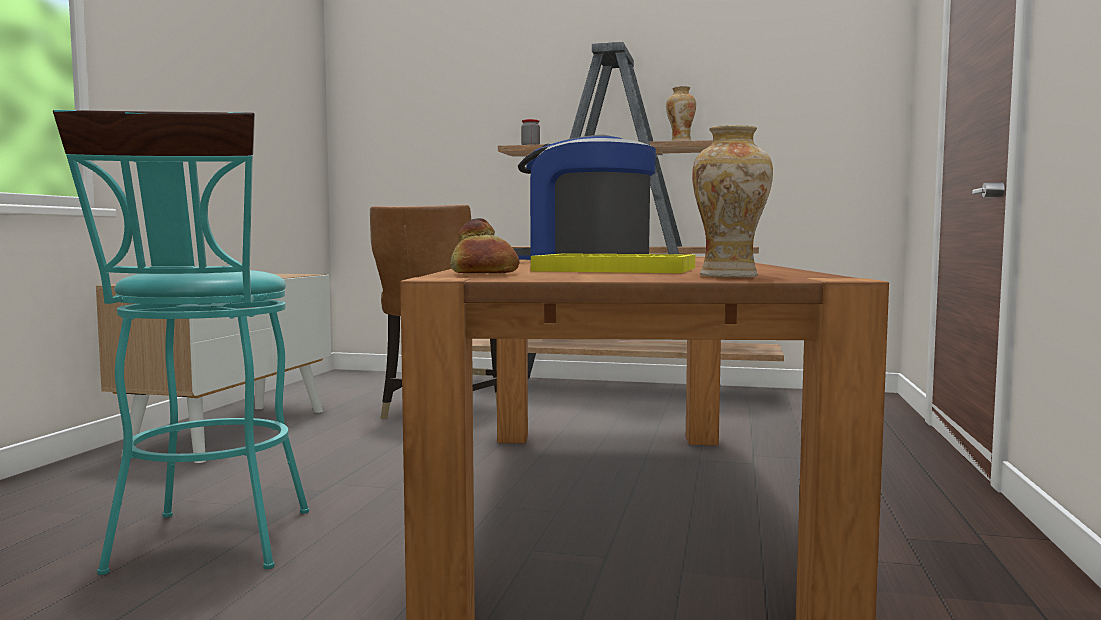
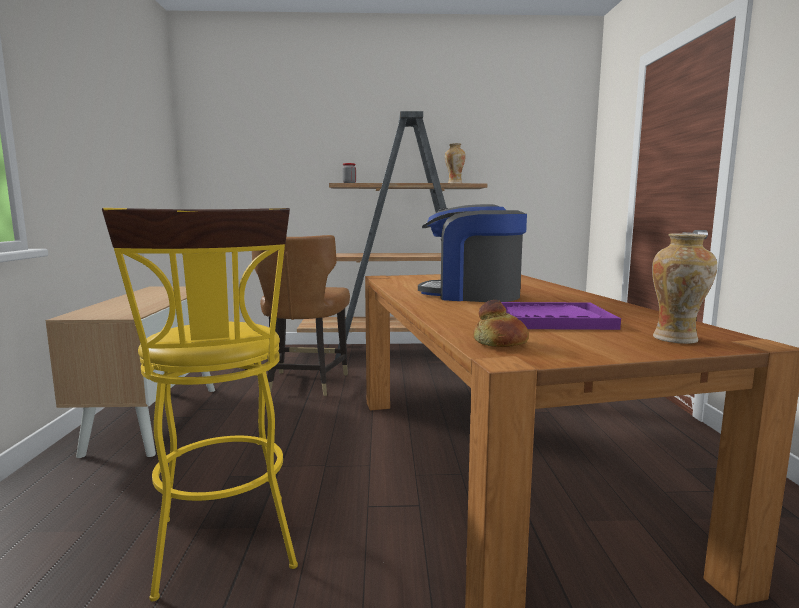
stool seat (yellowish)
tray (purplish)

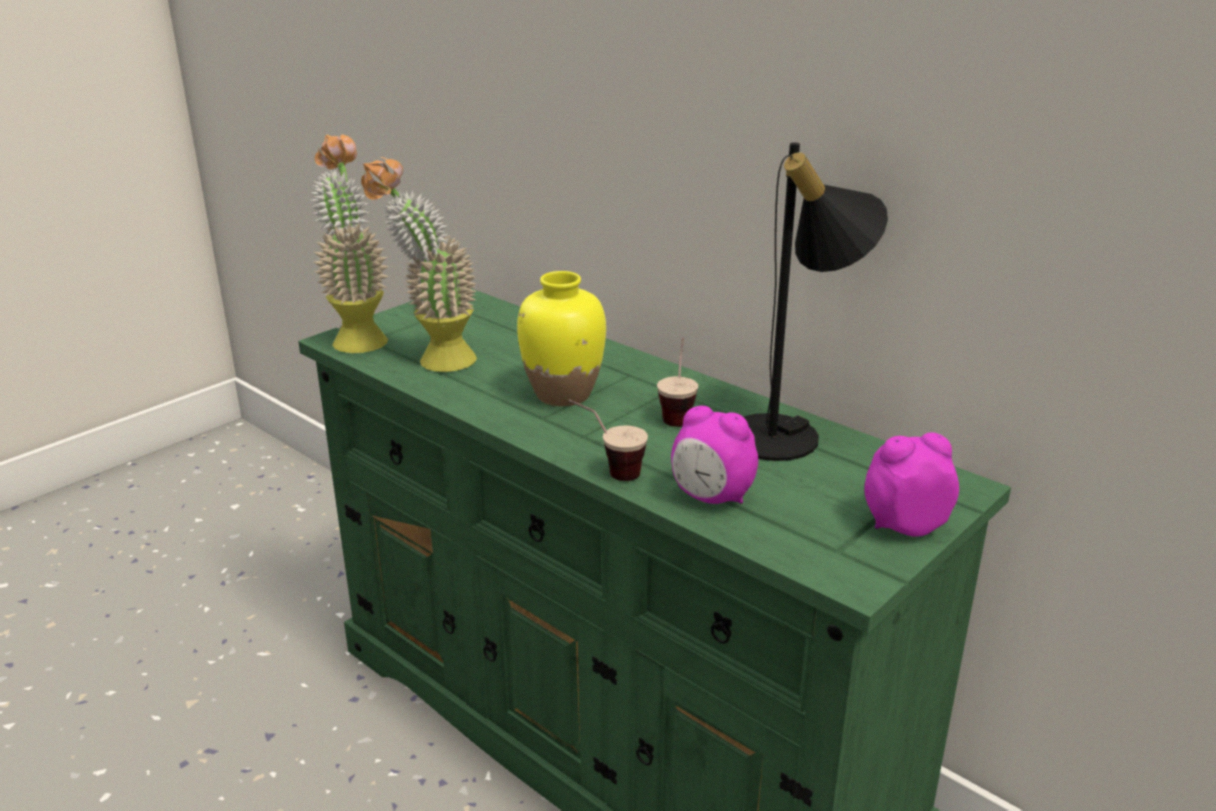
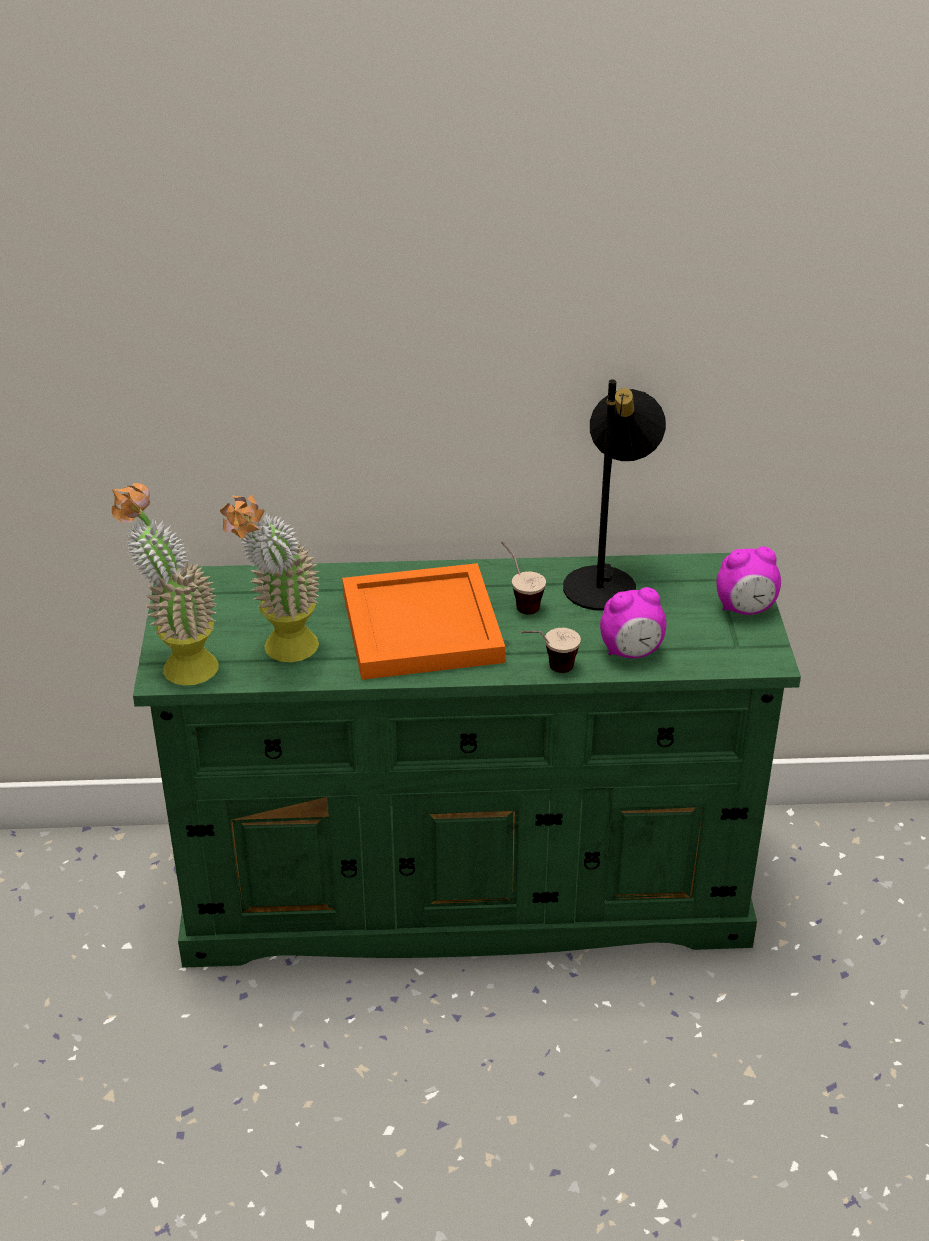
tray (orangey)
bedside clock (2nd from left)

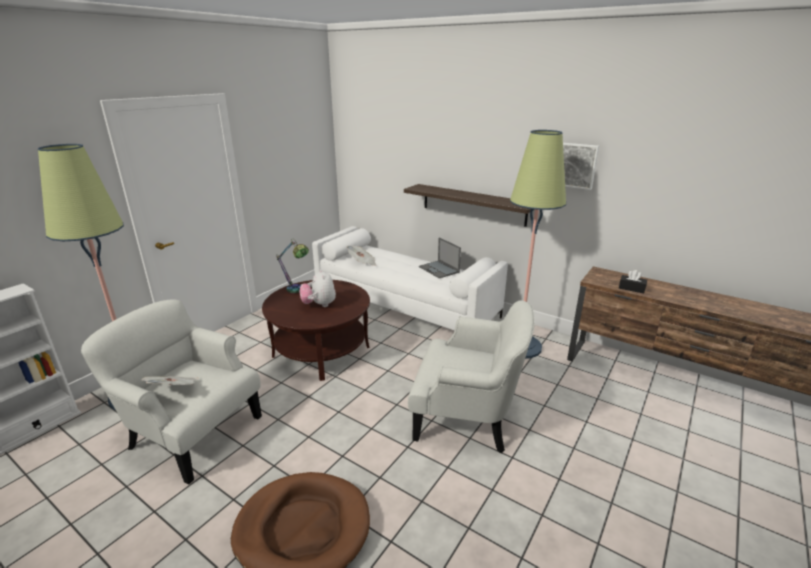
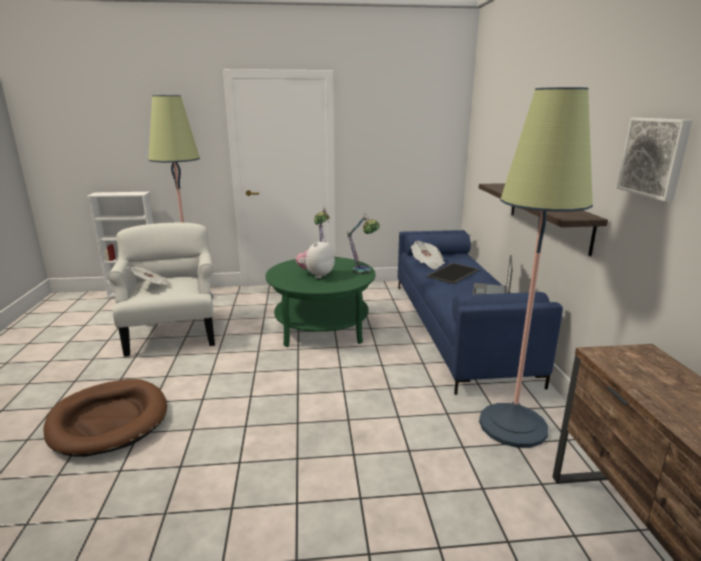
coffee table (green-coloured)
lamp for a table (2nd from left)
settee (blue)
tray
armchair (whitish) (2nd from left in the first image)
tissue box (blackish)

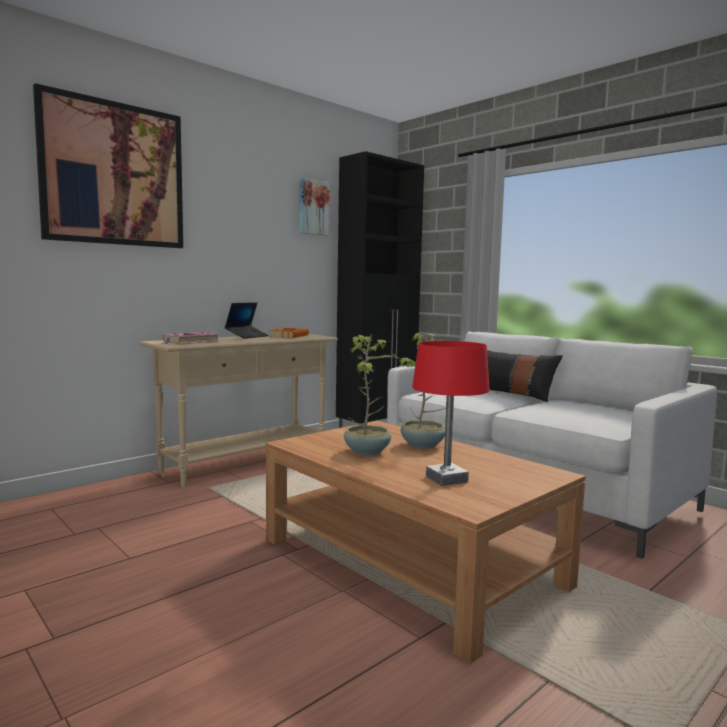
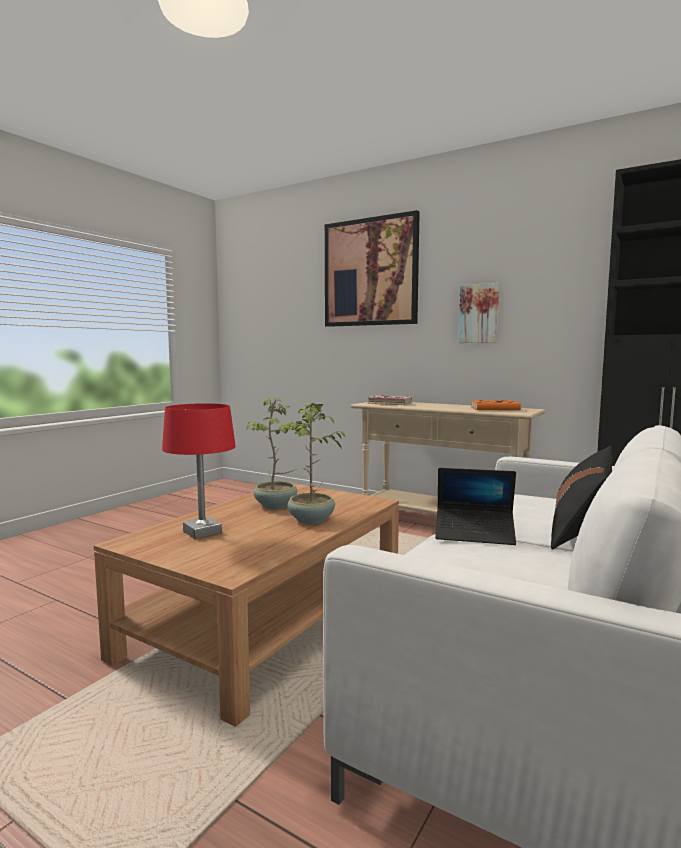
notebook computer
picture (2nd from left)

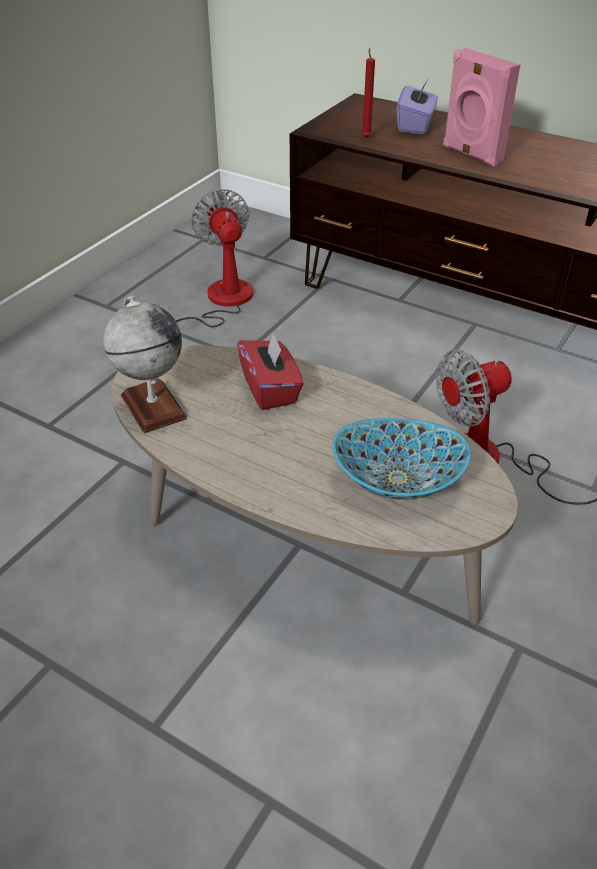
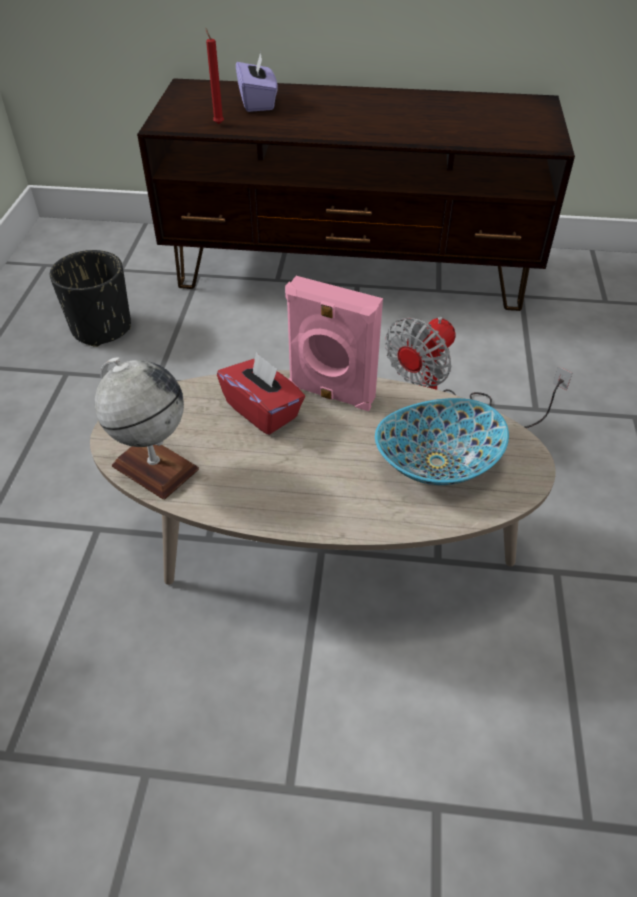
plant pot (blackish)
loudspeaker (pinkish)

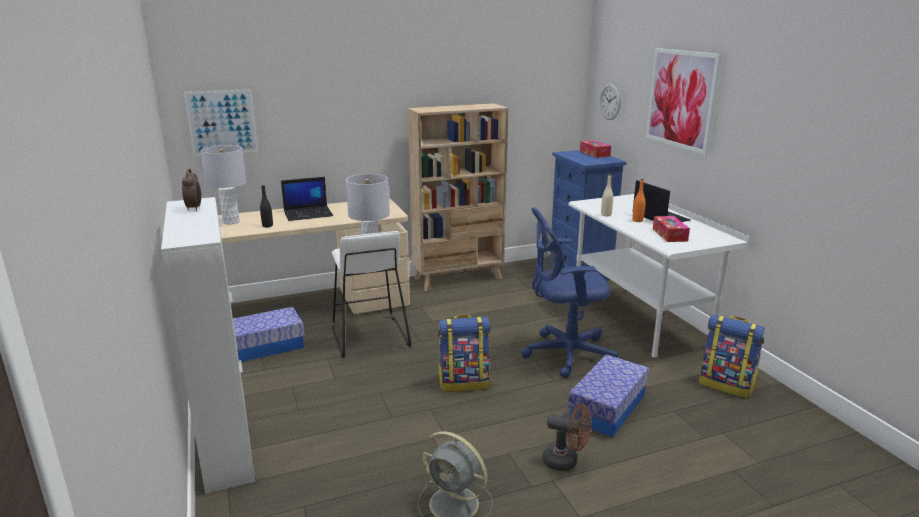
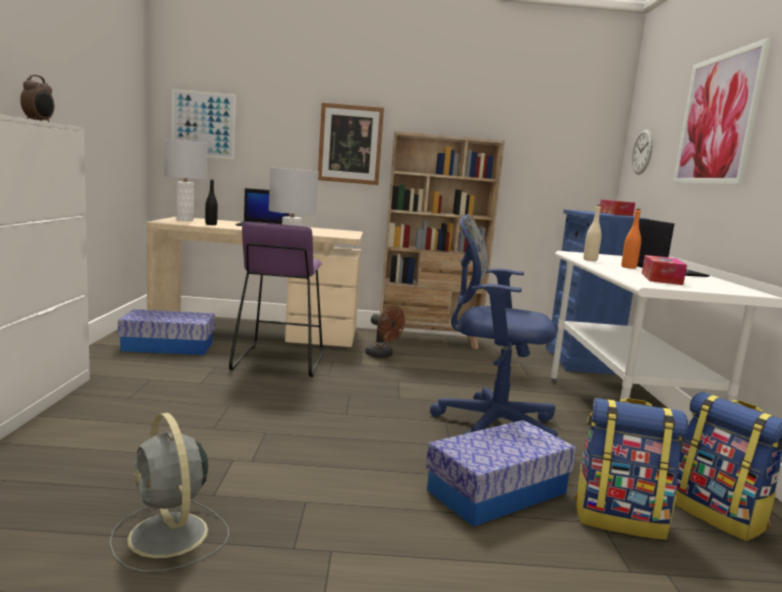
stool seat (purplish)
picture (2nd from left)
electric fan (brown-coloured)
rucksack (1st from left)

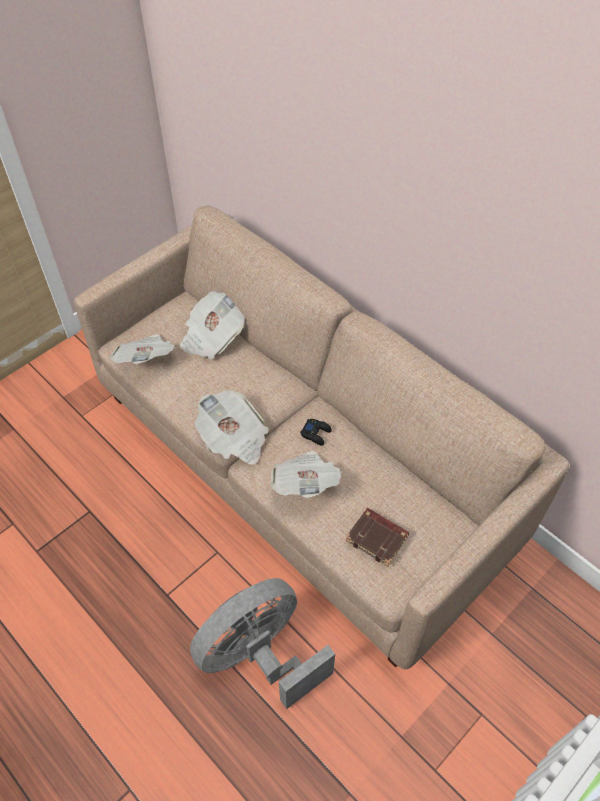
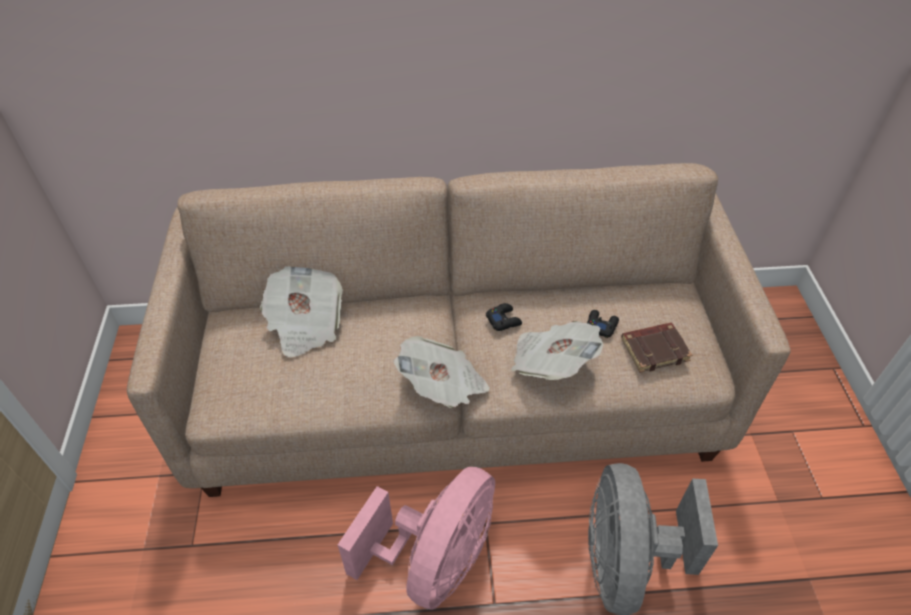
electric fan (pinkish)
game controller (blackish) (2nd from left)
newspaper (1st from left in the first image)

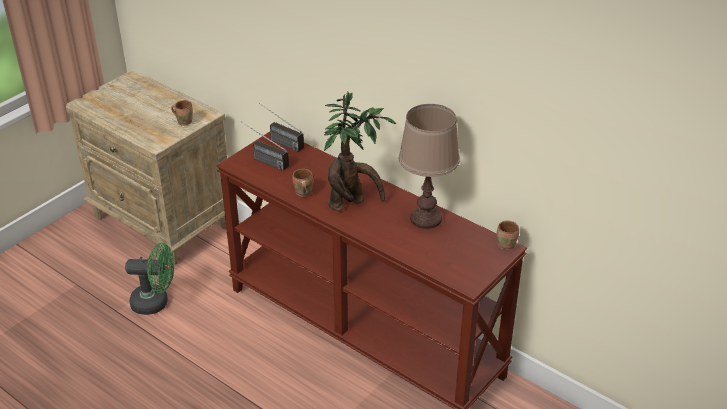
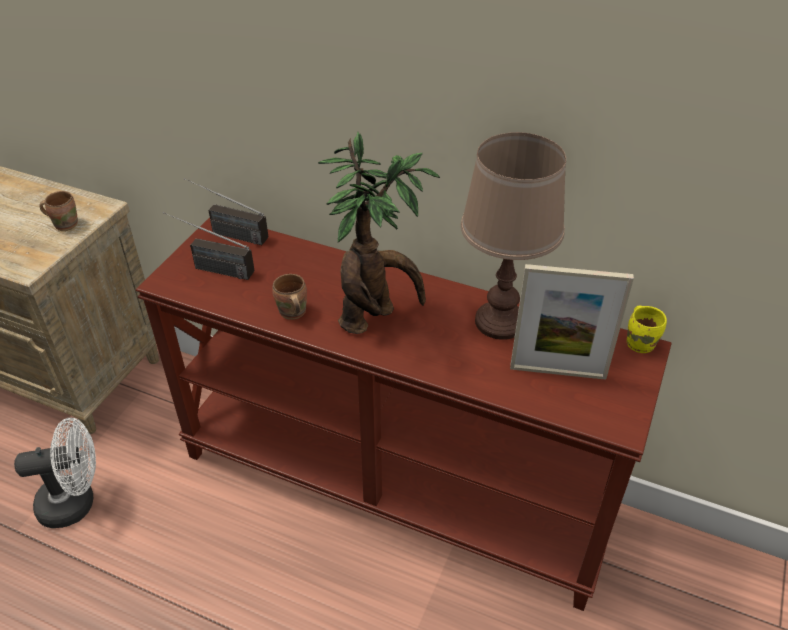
electric fan (whitish)
picture frame
tea mug (yellowish)

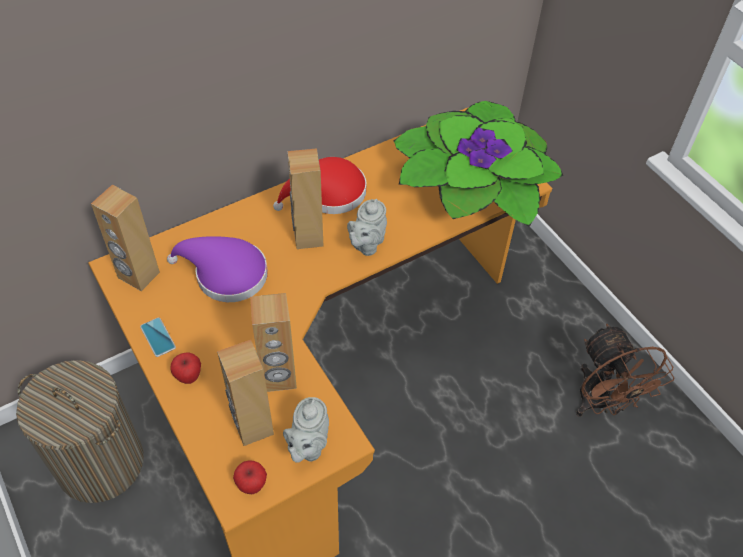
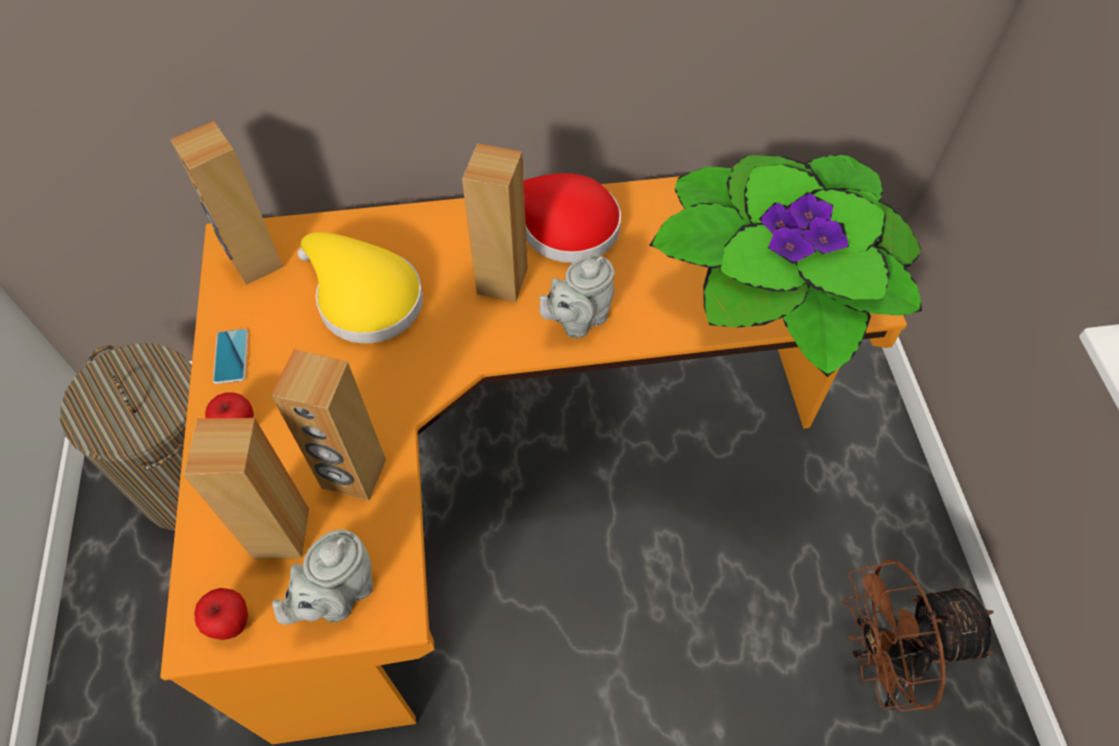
hat (yellowish)
electric fan (brown-coloured)

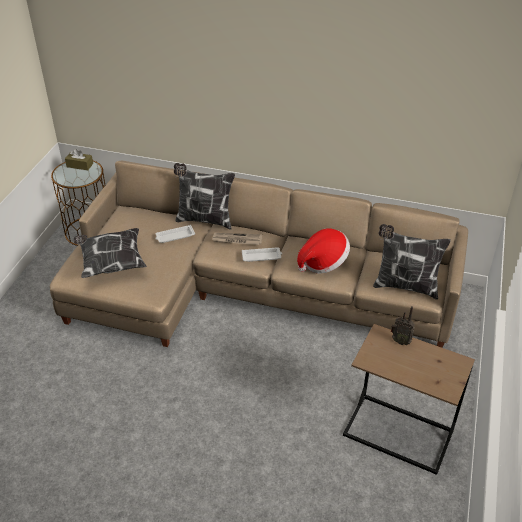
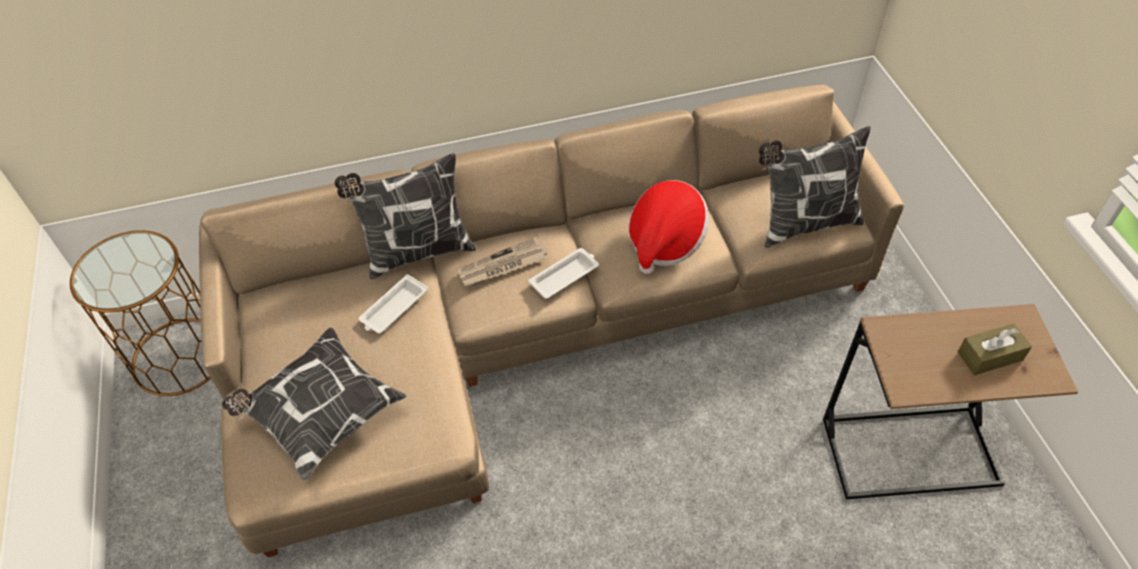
tissue box (brown-coloured)
radio

